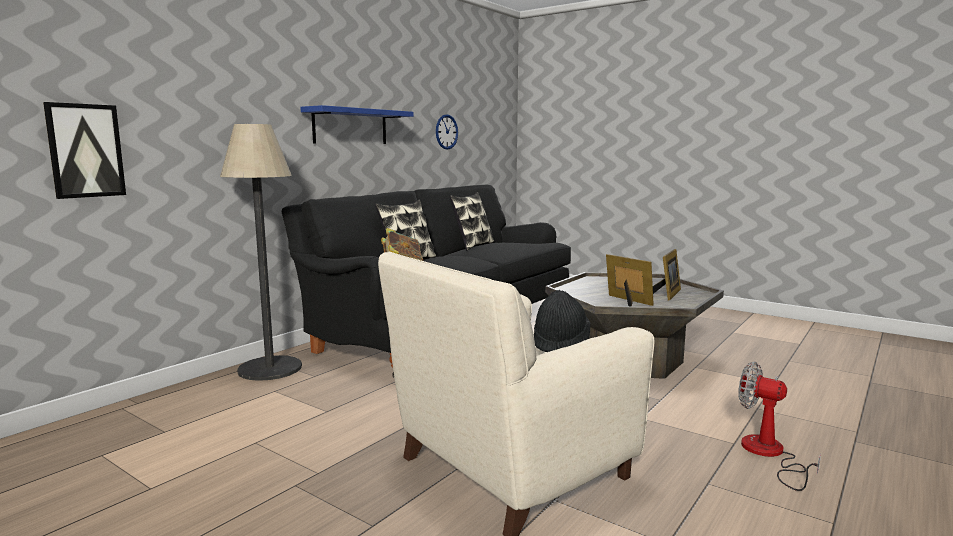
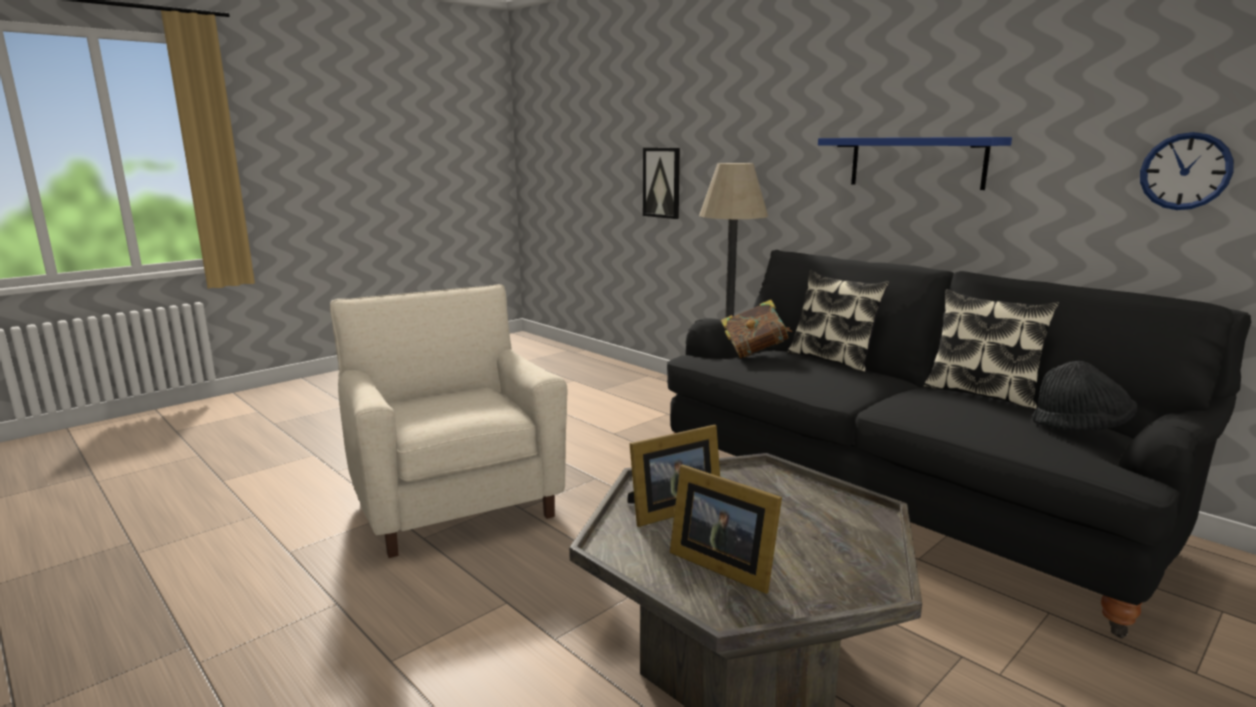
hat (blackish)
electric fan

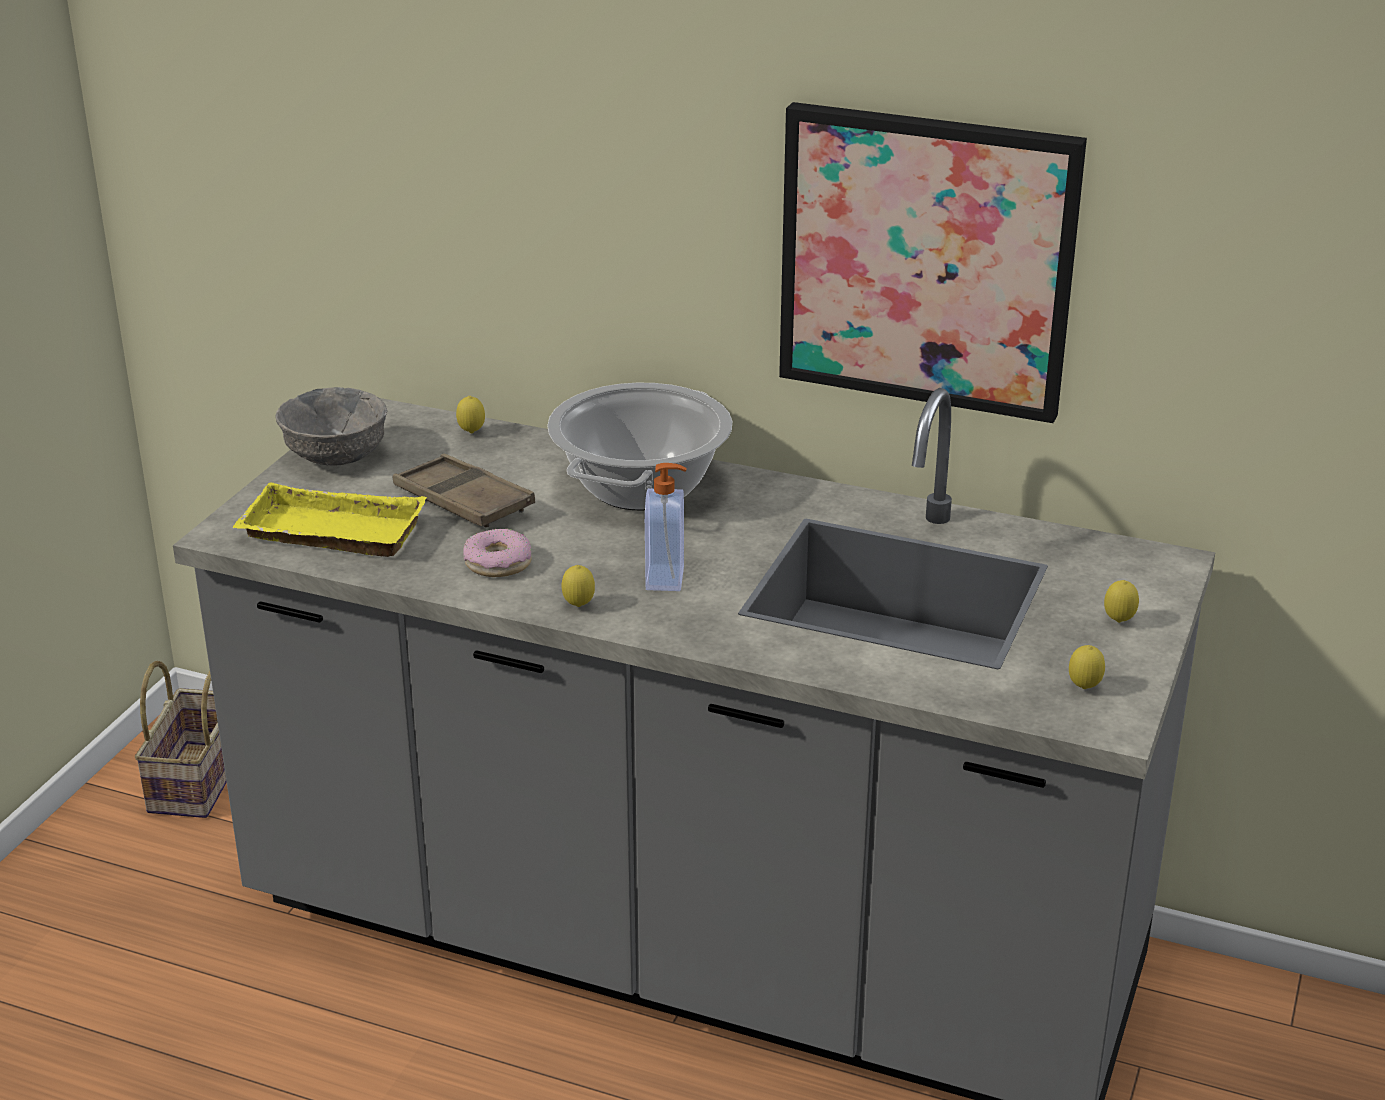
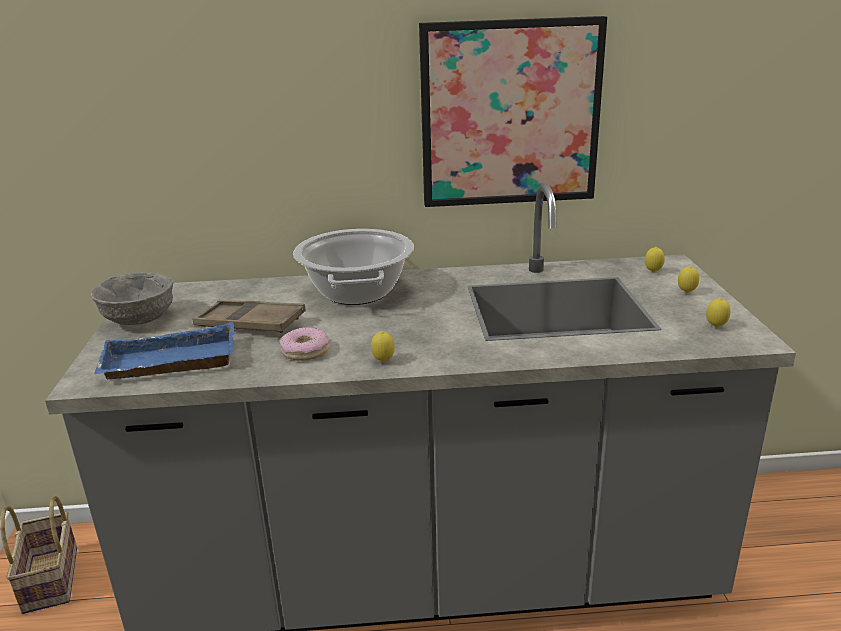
tray (blue)
whole lemon (2nd from left)
soap bottle

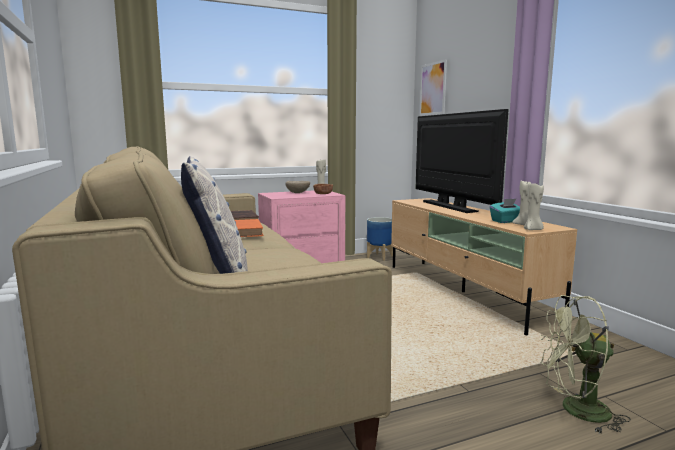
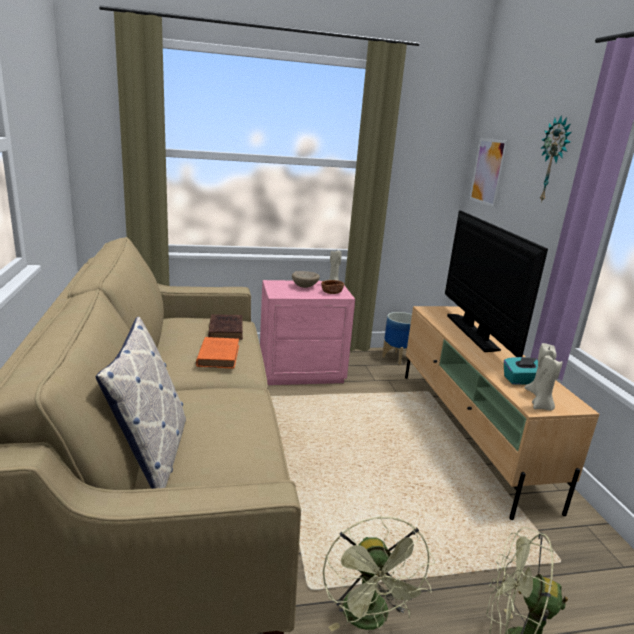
electric fan (green-coloured) (1st from left)
hanging clock

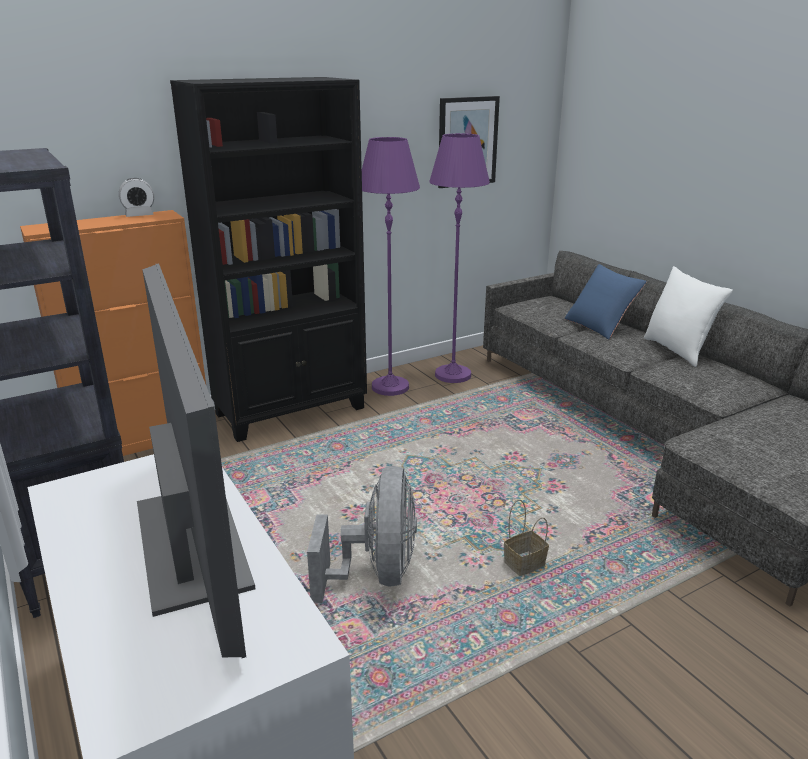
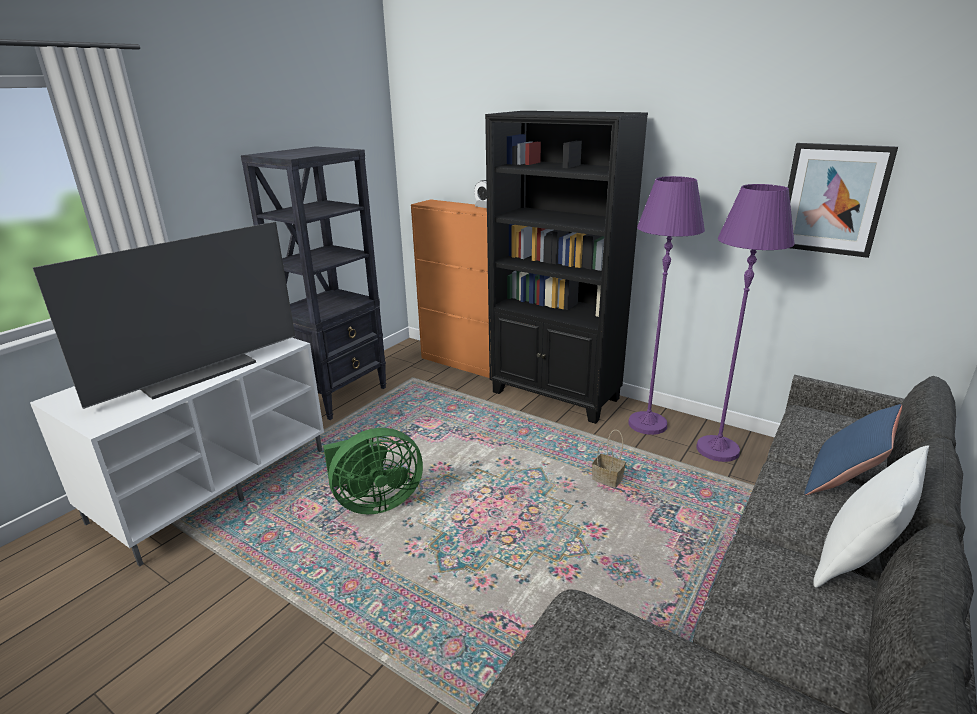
electric fan (green-coloured)
basket

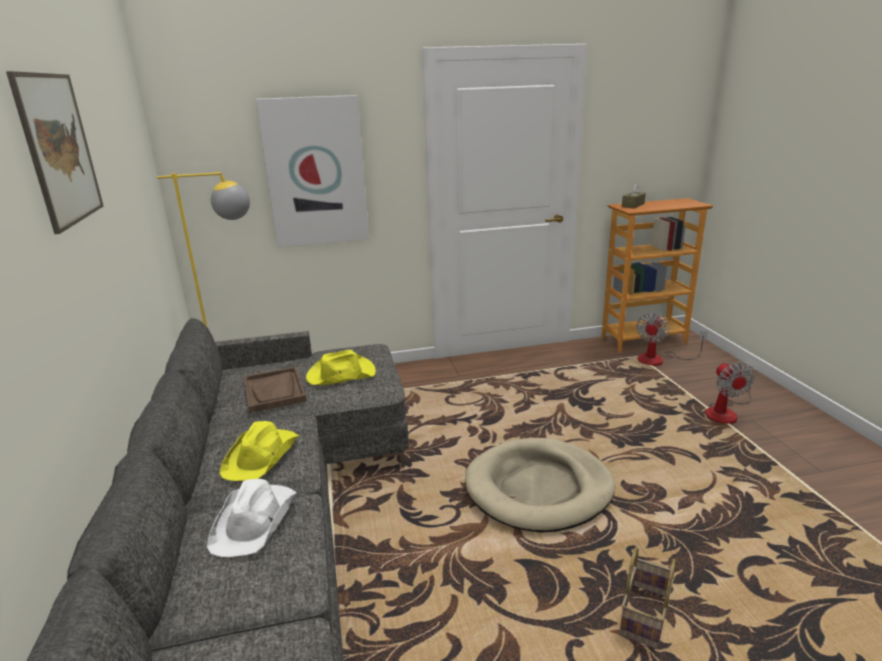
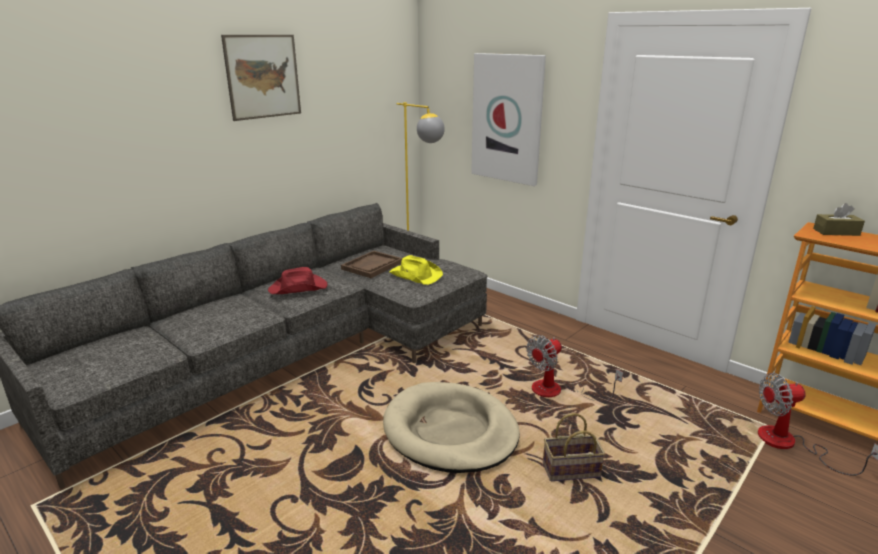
hat (red-coloured)
electric fan (1st from left)
basket
hat (whitish)

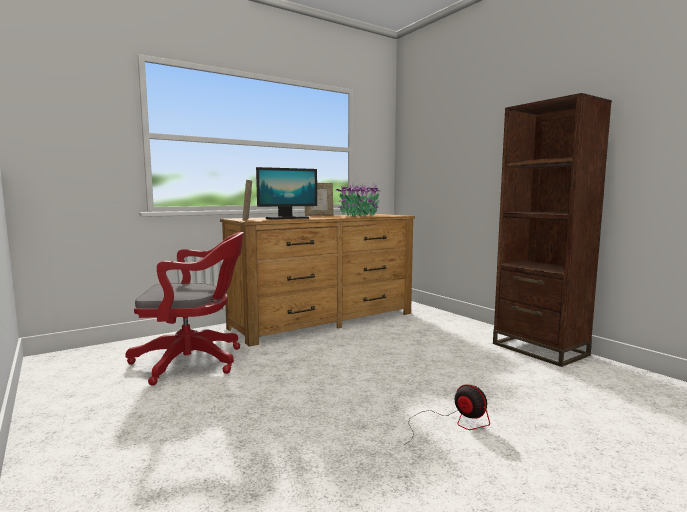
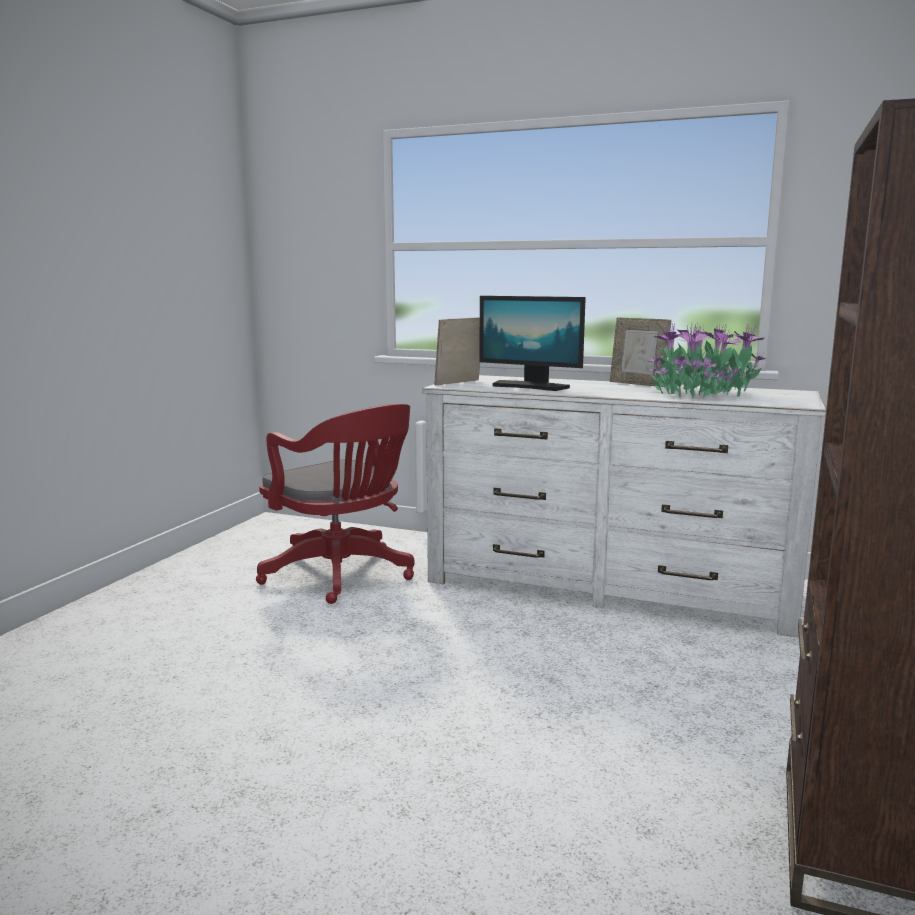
drawer chest (whitish)
electric fan

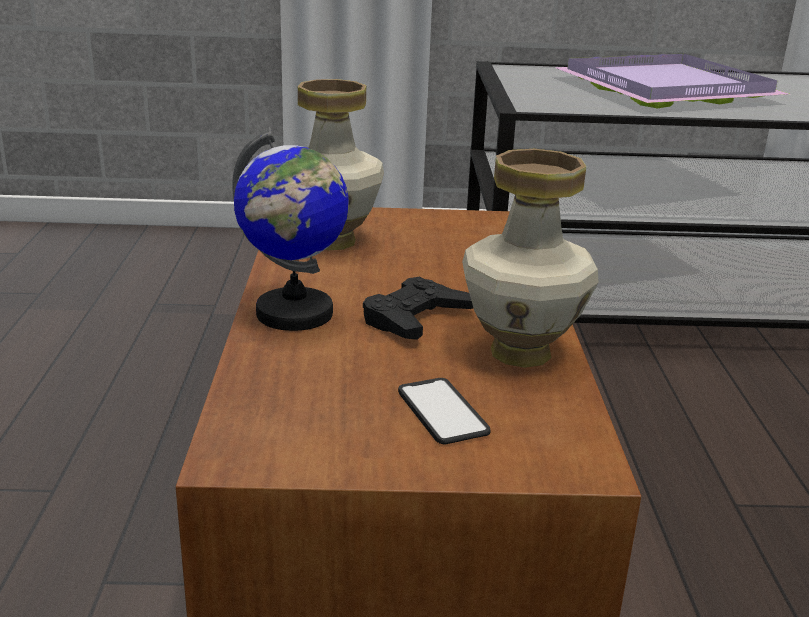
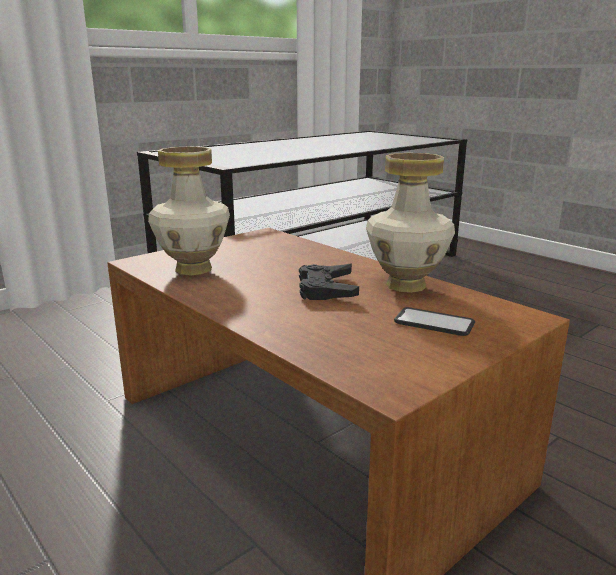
desk globe
tray (purplish)

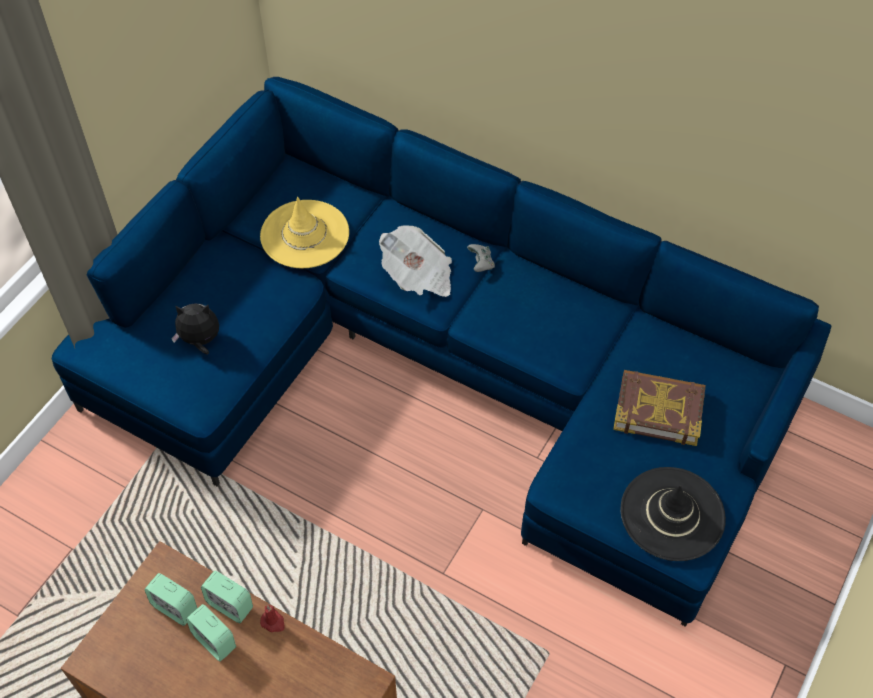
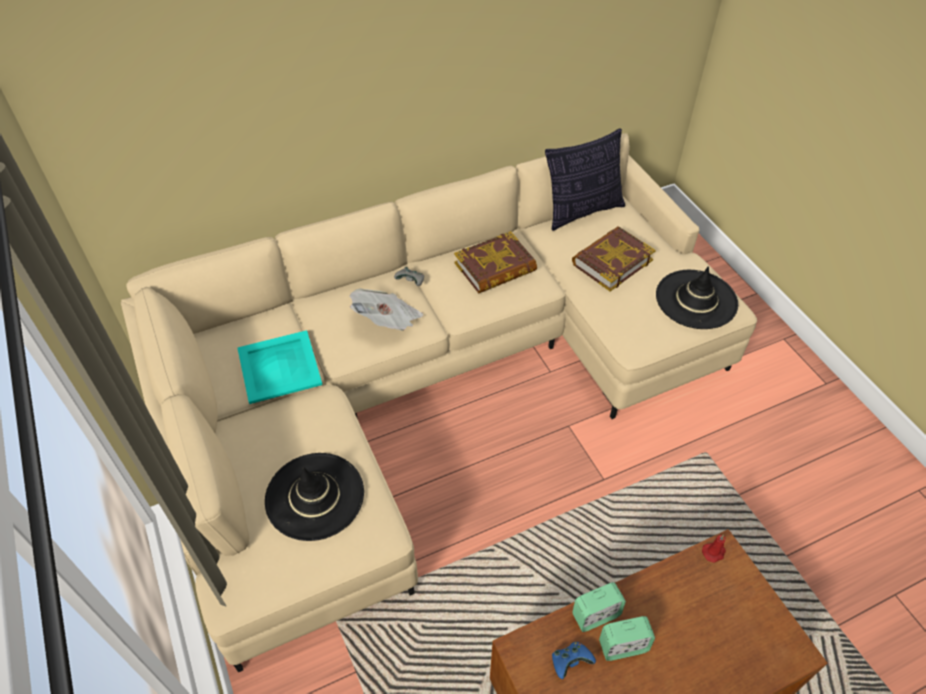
settee (beige)
tray (turquoise-coloured)
hat (blackish) (1st from left)
book (1st from left)
cushion
game controller (blue)
candle (red-coloured)

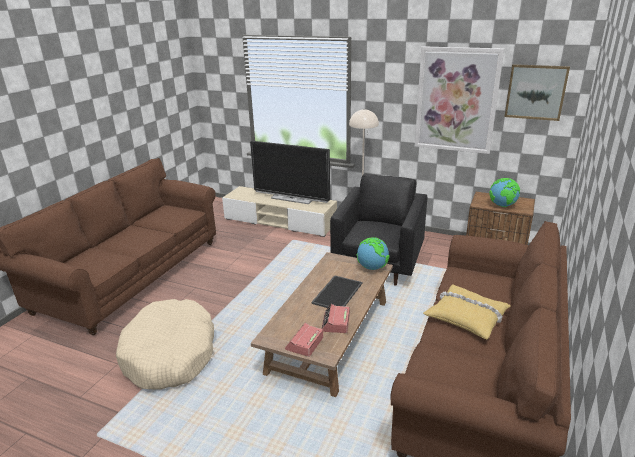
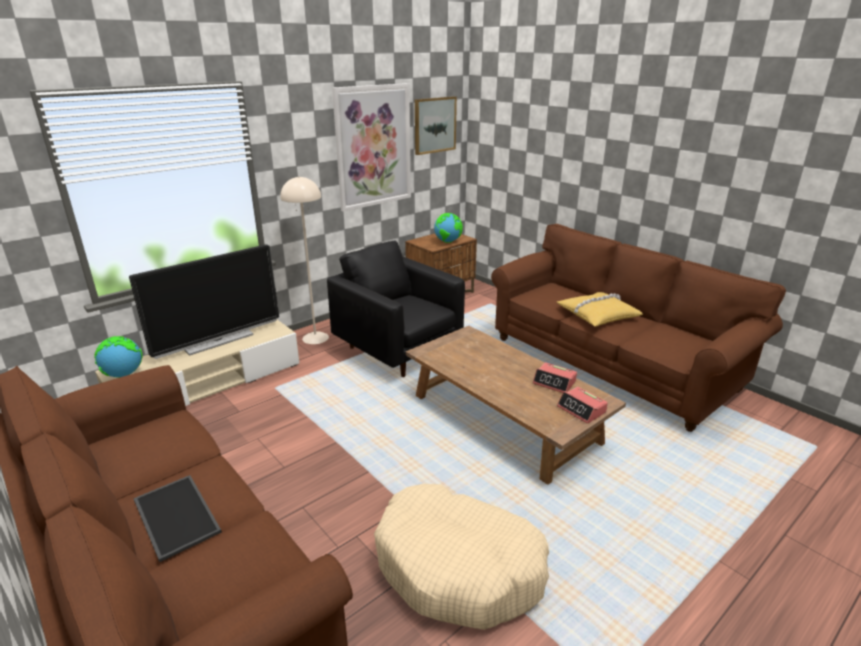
desk globe (1st from left)
tray

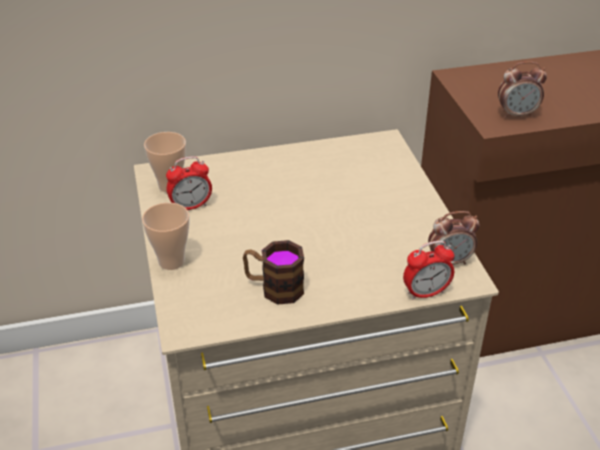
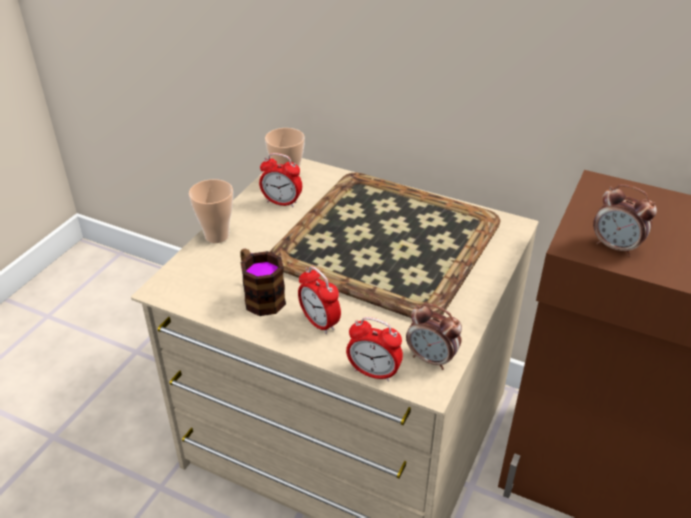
tray
bedside clock (2nd from left)

